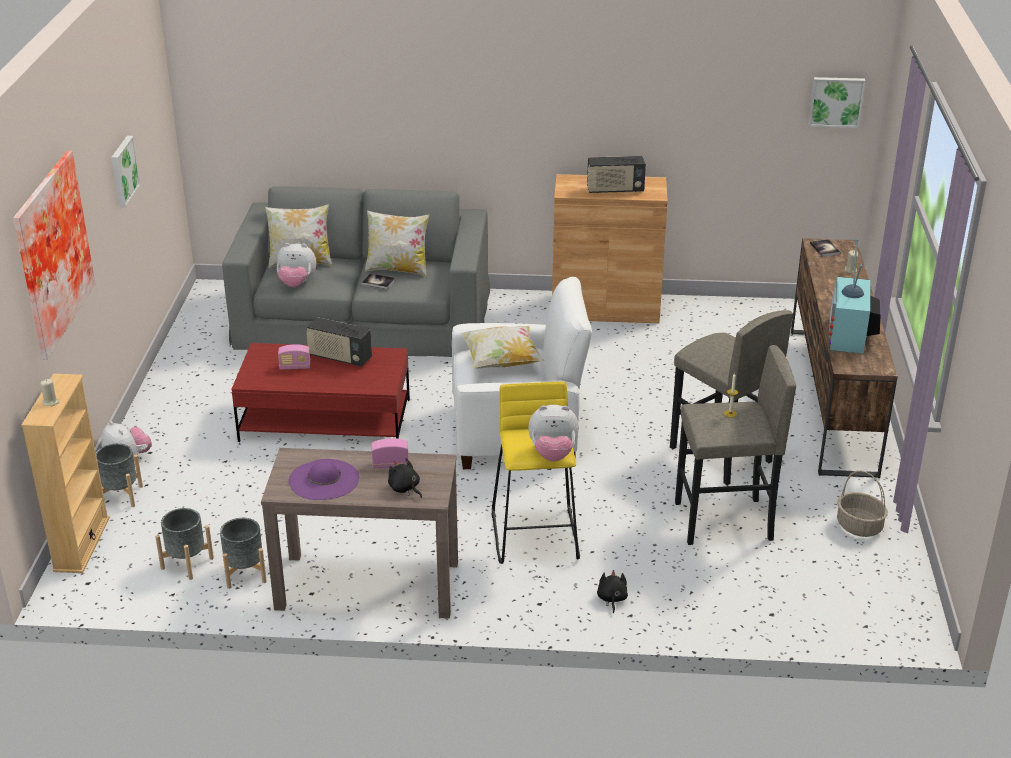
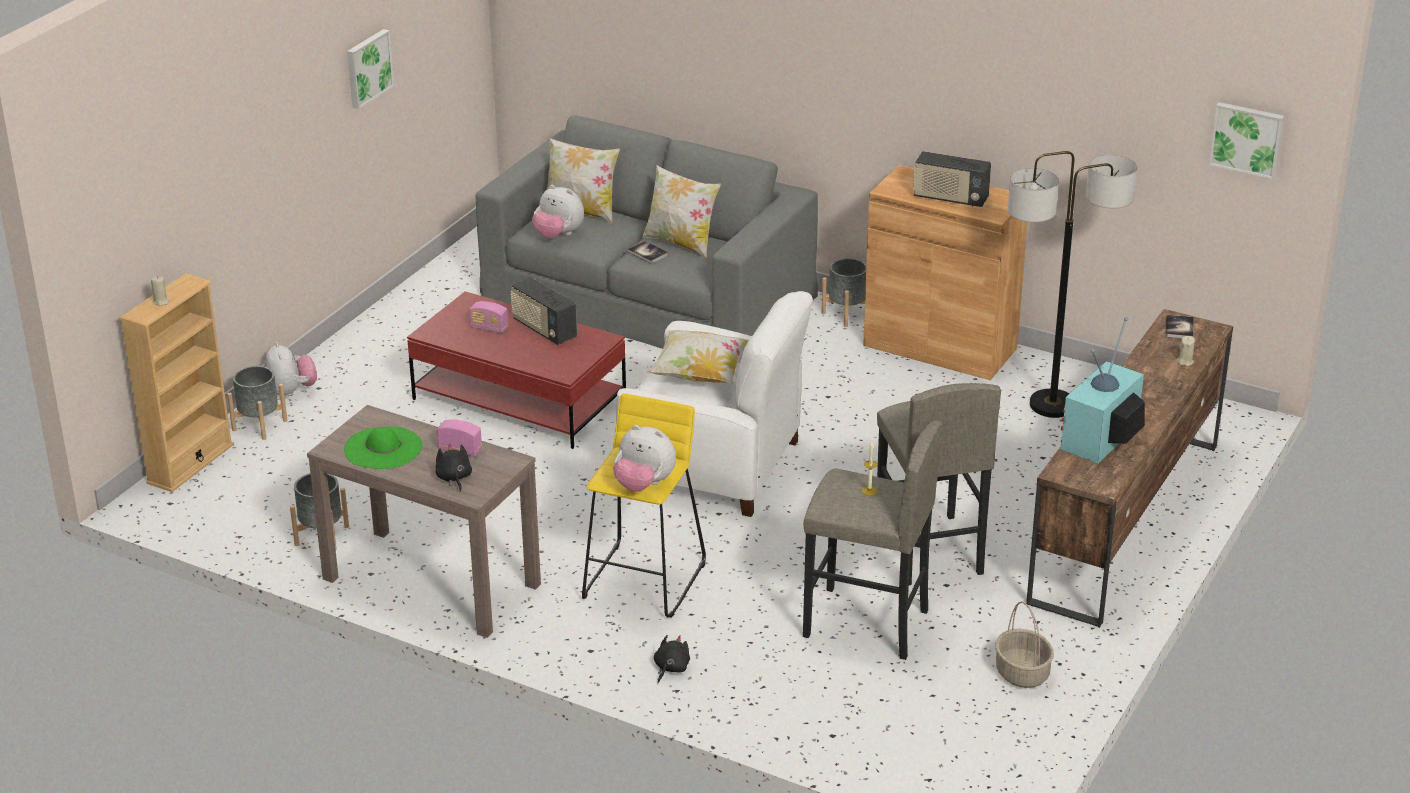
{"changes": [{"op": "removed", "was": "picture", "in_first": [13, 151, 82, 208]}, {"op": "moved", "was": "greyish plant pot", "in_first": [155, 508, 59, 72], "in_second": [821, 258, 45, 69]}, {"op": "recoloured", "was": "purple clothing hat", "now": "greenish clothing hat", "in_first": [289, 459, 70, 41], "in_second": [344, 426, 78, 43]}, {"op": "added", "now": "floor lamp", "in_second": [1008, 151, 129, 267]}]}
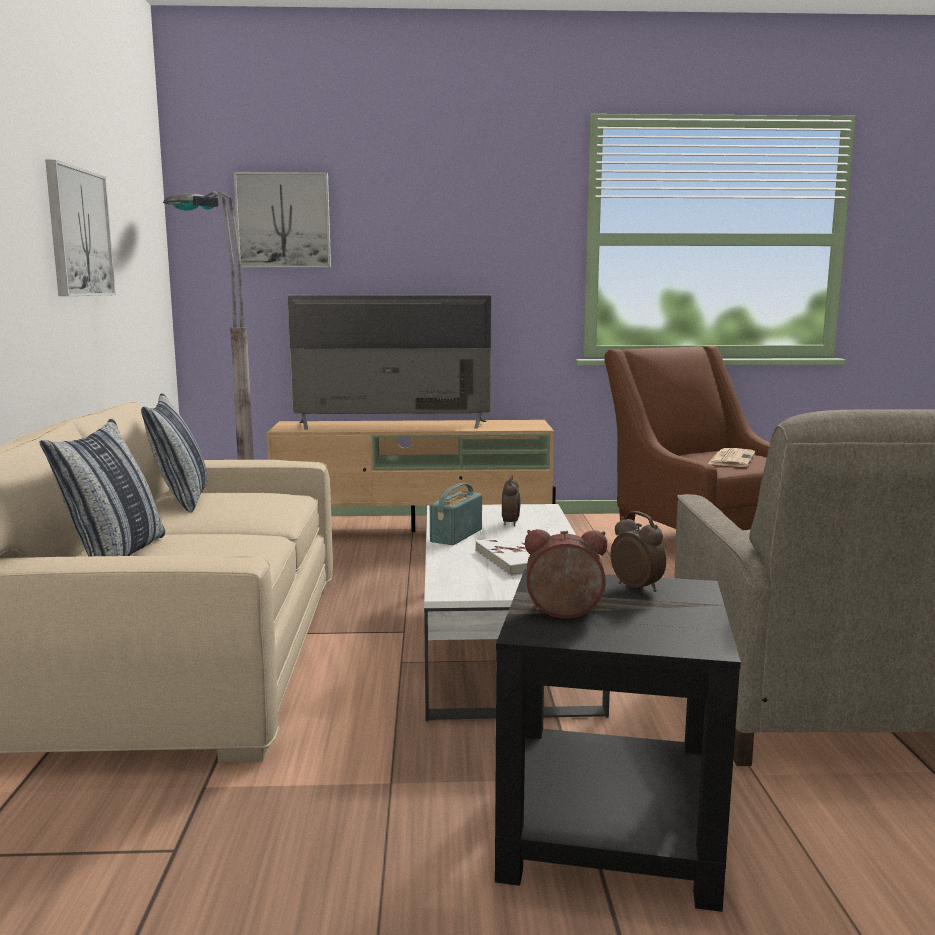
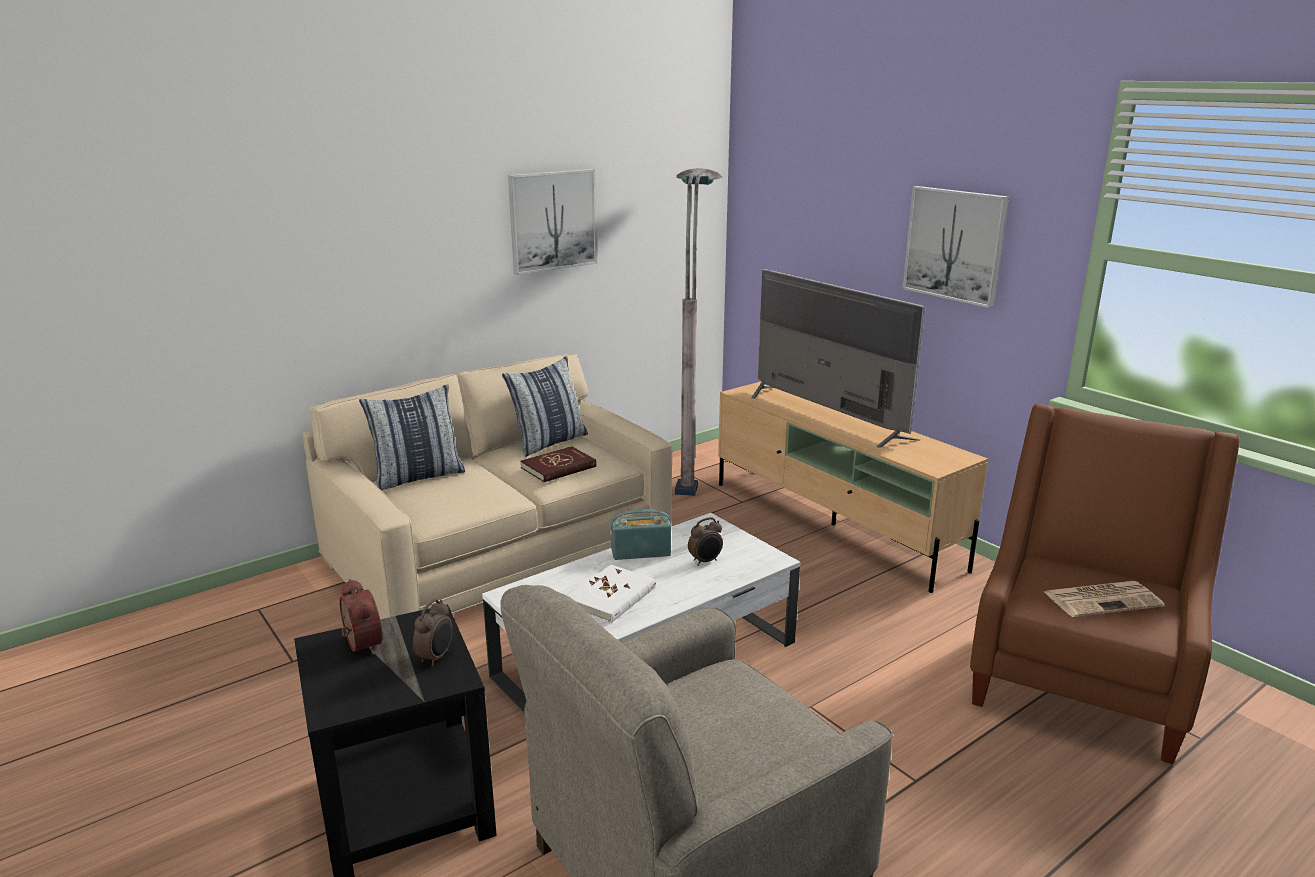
{"changes": [{"op": "moved", "was": "picture", "in_first": [233, 172, 98, 96], "in_second": [902, 186, 107, 122]}, {"op": "added", "now": "red-coloured book", "in_second": [520, 446, 76, 36]}]}
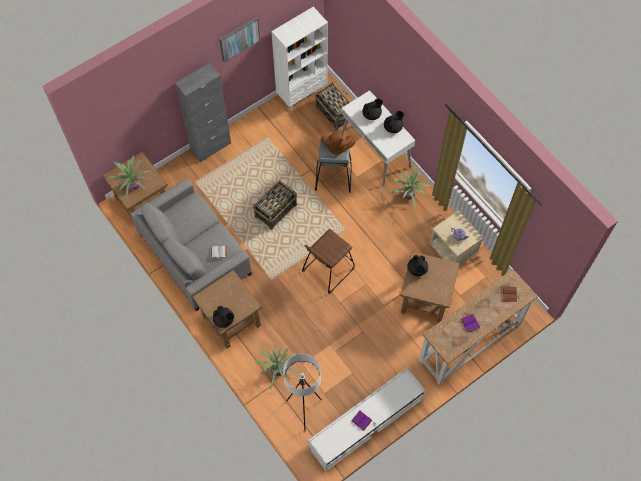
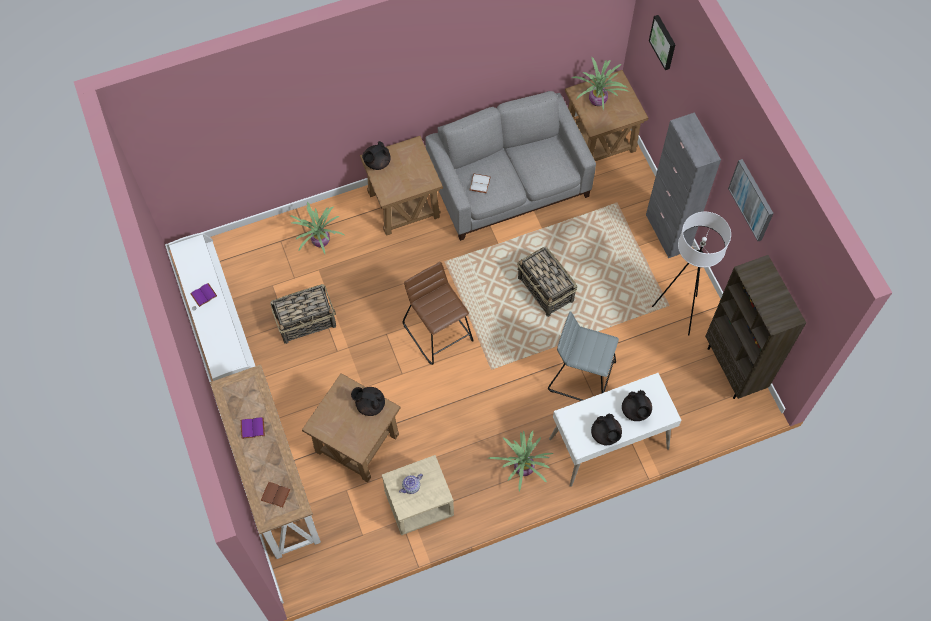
{"changes": [{"op": "recoloured", "was": "white bookcase", "now": "brownish bookcase", "in_first": [271, 7, 57, 104], "in_second": [705, 255, 101, 144]}, {"op": "moved", "was": "white floor lamp", "in_first": [283, 354, 39, 77], "in_second": [652, 212, 79, 124]}, {"op": "moved", "was": "household basket", "in_first": [315, 82, 35, 49], "in_second": [270, 284, 66, 60]}, {"op": "removed", "was": "brownish plush toy", "in_first": [321, 131, 35, 25]}, {"op": "added", "now": "picture", "in_second": [649, 15, 27, 55]}]}
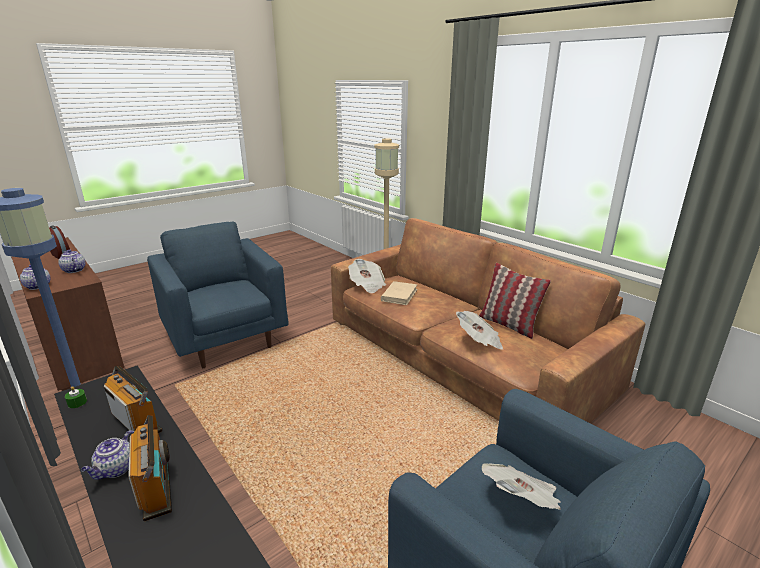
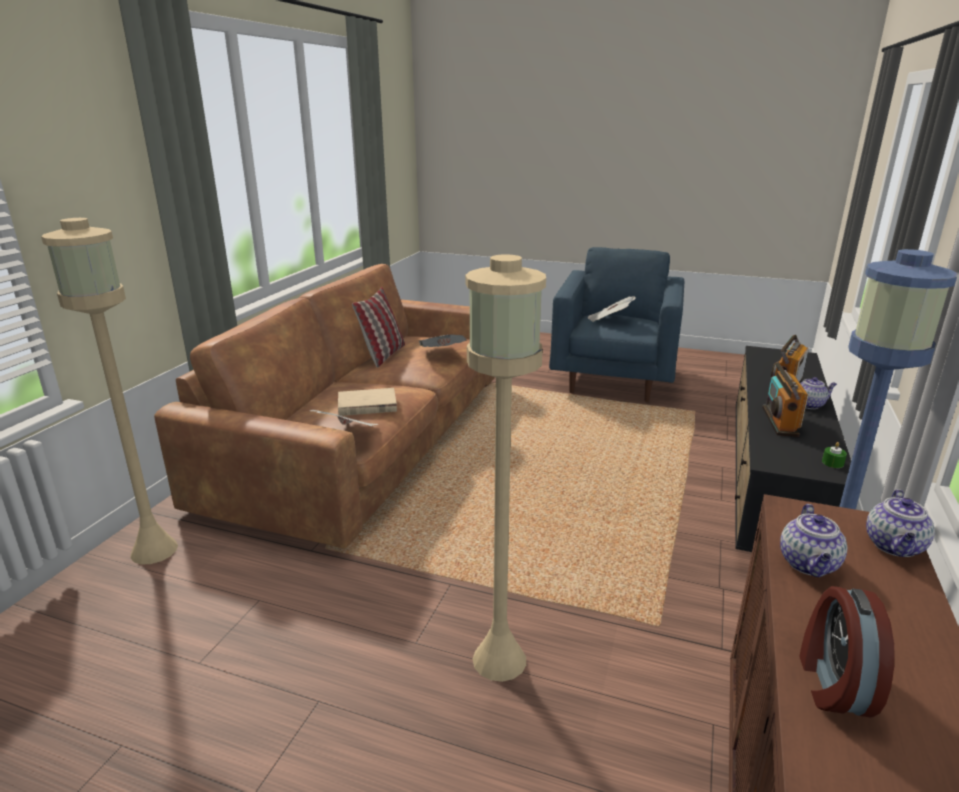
{"changes": [{"op": "replaced", "was": "bluish lounge chair", "now": "beige-coloured floor lamp", "in_first": [147, 221, 142, 147], "in_second": [465, 254, 81, 428]}]}
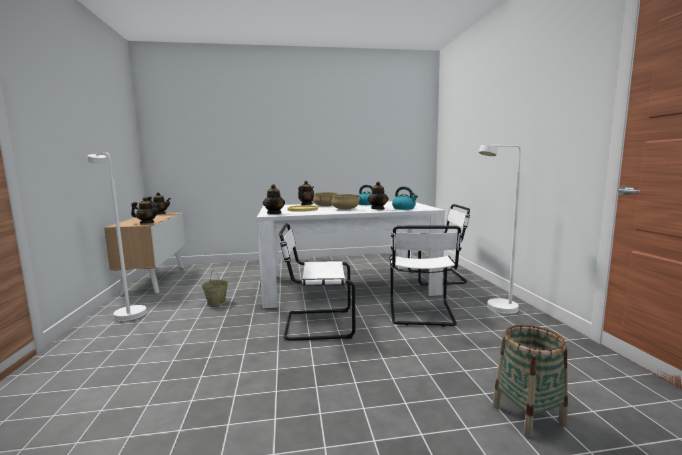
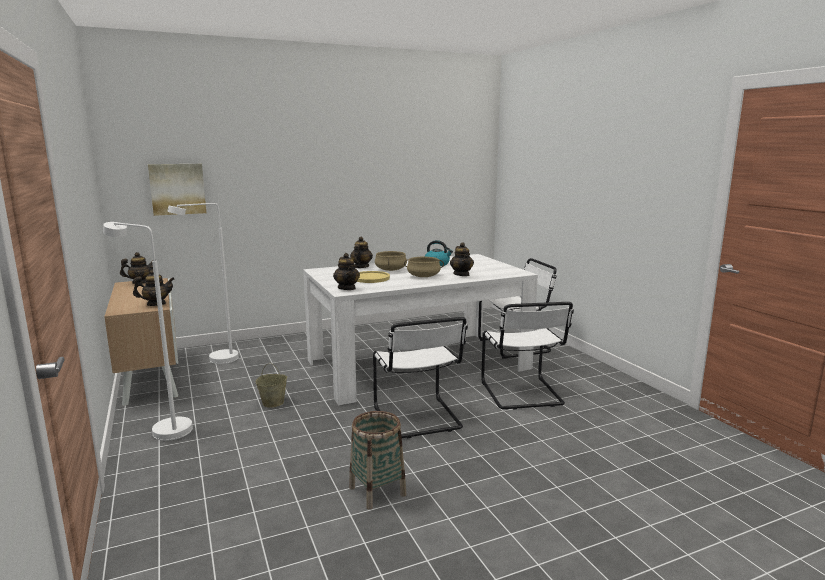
{"changes": [{"op": "turned", "was": "white upright chair", "in_first": [279, 223, 77, 118], "in_second": [373, 317, 95, 121], "clockwise": -90}, {"op": "removed", "was": "tea kettle", "in_first": [392, 186, 26, 24]}, {"op": "moved", "was": "white floor lamp", "in_first": [479, 145, 42, 169], "in_second": [167, 203, 72, 161]}, {"op": "moved", "was": "household basket", "in_first": [492, 325, 76, 113], "in_second": [349, 411, 58, 98]}, {"op": "added", "now": "picture", "in_second": [148, 164, 58, 52]}]}
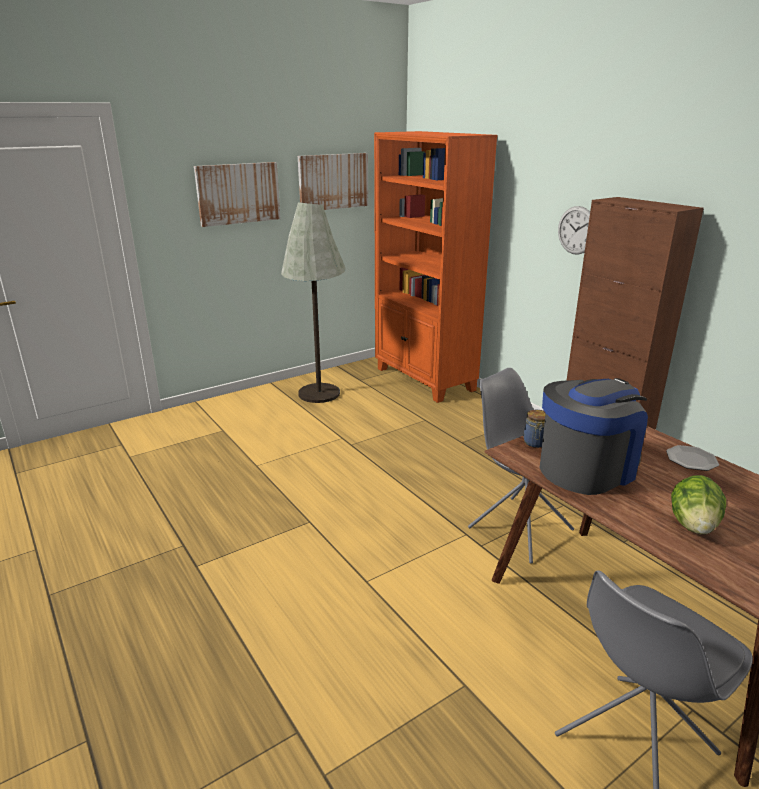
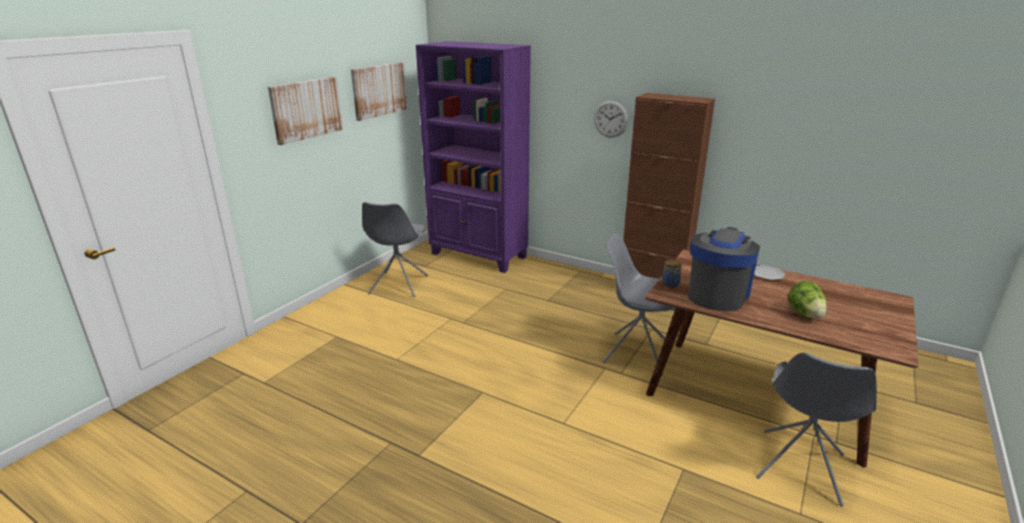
{"changes": [{"op": "replaced", "was": "greyish floor lamp", "now": "greyish upright chair", "in_first": [281, 202, 65, 201], "in_second": [362, 202, 67, 95]}, {"op": "recoloured", "was": "orangey bookcase", "now": "purple bookcase", "in_first": [374, 131, 124, 272], "in_second": [416, 41, 115, 232]}]}
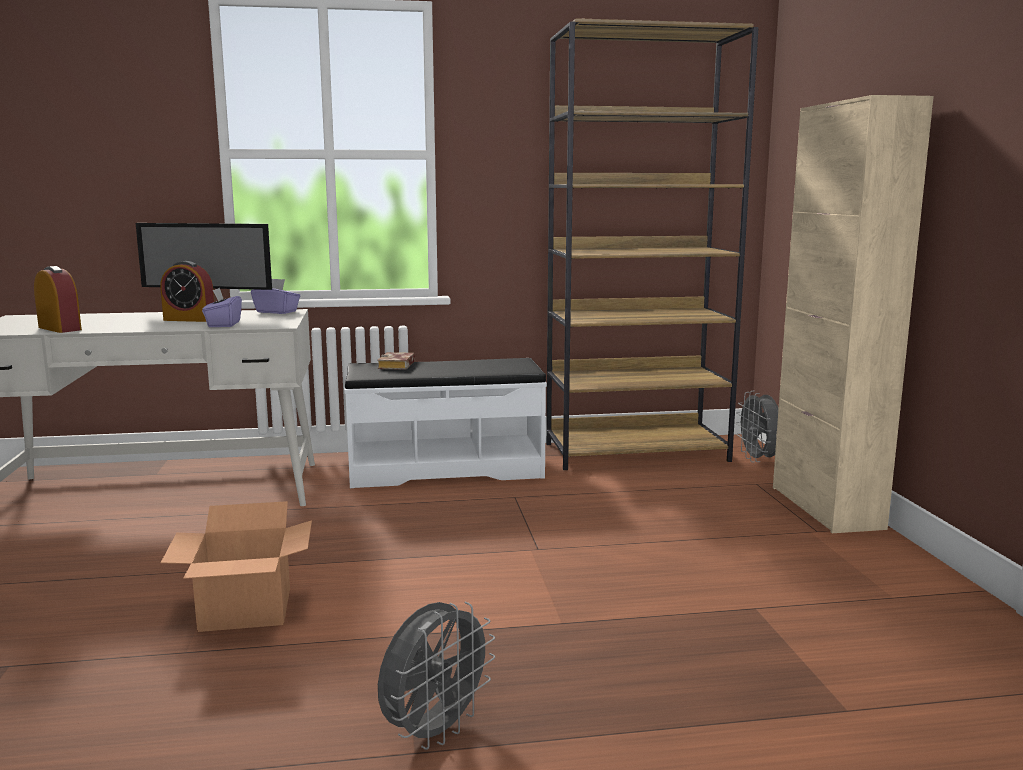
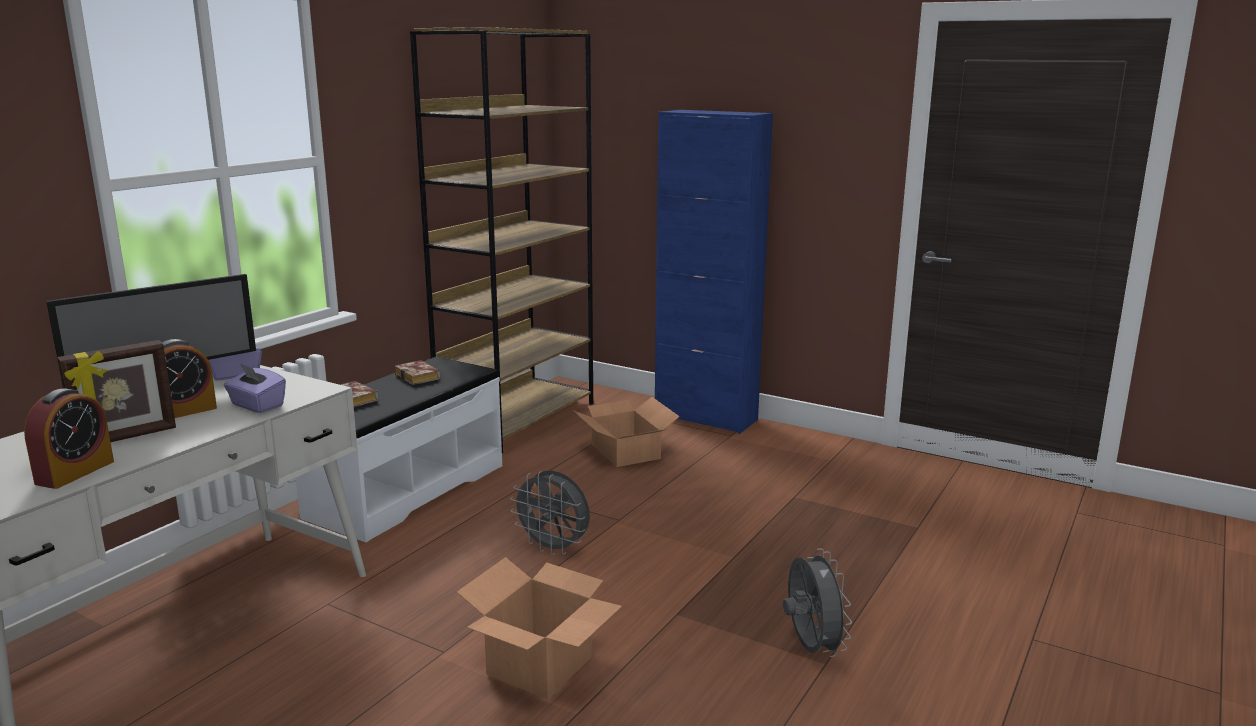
{"changes": [{"op": "turned", "was": "bedside clock", "in_first": [34, 266, 48, 67], "in_second": [24, 388, 90, 101], "clockwise": 120}, {"op": "moved", "was": "greyish electric fan", "in_first": [736, 391, 43, 71], "in_second": [510, 471, 80, 84]}, {"op": "recoloured", "was": "beige-coloured storage cabinet", "now": "bluish storage cabinet", "in_first": [773, 95, 161, 438], "in_second": [655, 110, 118, 324]}, {"op": "added", "now": "photo frame", "in_second": [57, 340, 119, 102]}, {"op": "added", "now": "book", "in_second": [394, 360, 46, 25]}, {"op": "added", "now": "carton", "in_second": [573, 397, 107, 70]}]}
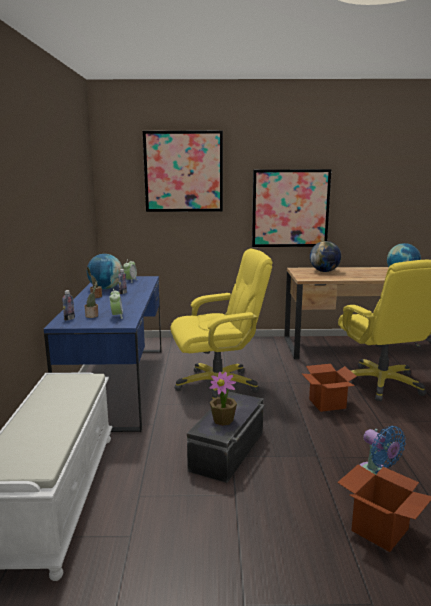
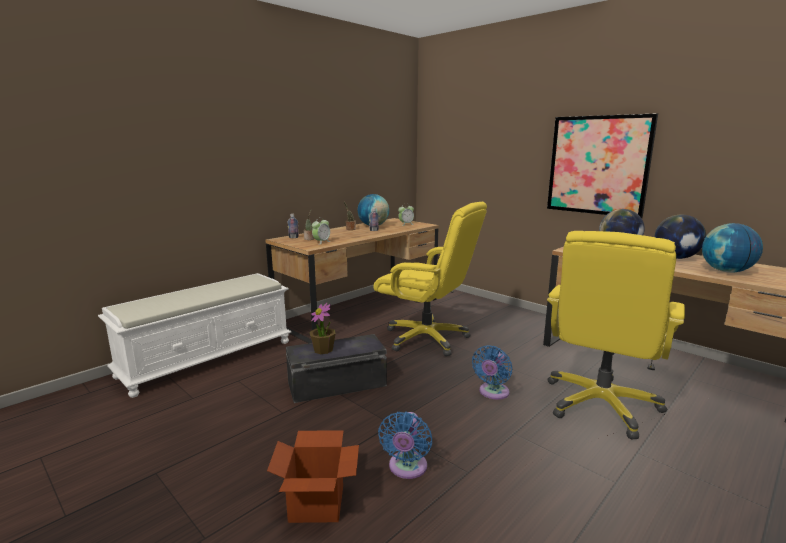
{"changes": [{"op": "recoloured", "was": "bluish desk", "now": "brownish desk", "in_first": [44, 276, 118, 156], "in_second": [265, 218, 174, 125]}, {"op": "removed", "was": "picture", "in_first": [143, 131, 80, 81]}, {"op": "replaced", "was": "carton", "now": "bluish electric fan", "in_first": [302, 364, 55, 48], "in_second": [472, 345, 40, 54]}, {"op": "added", "now": "world globe", "in_second": [654, 215, 52, 44]}]}
